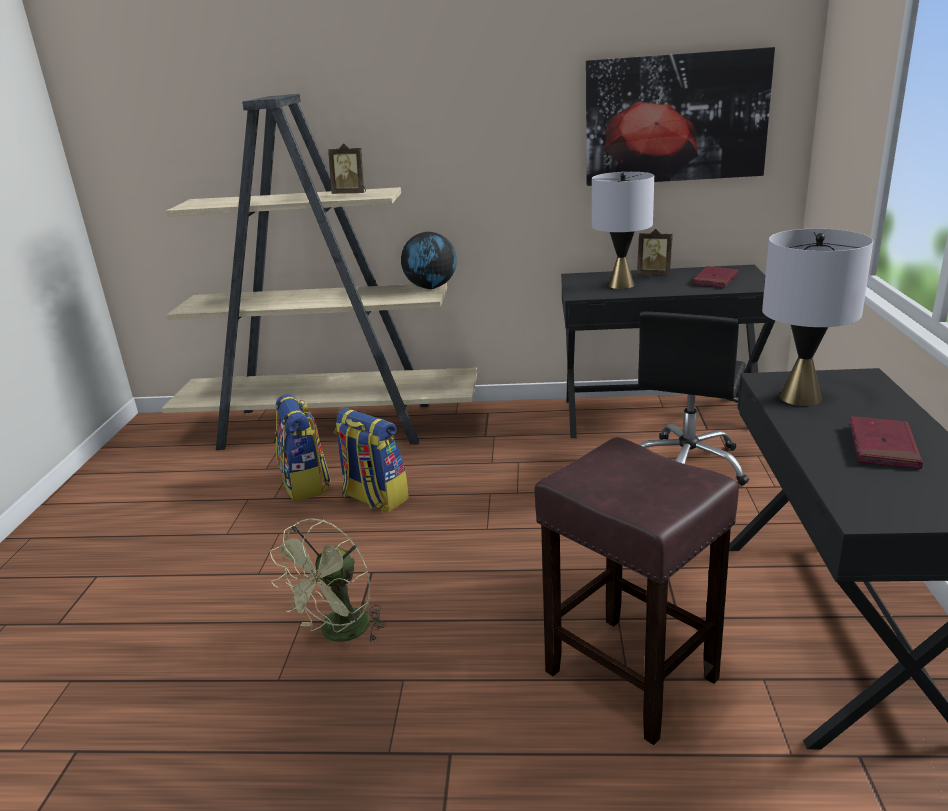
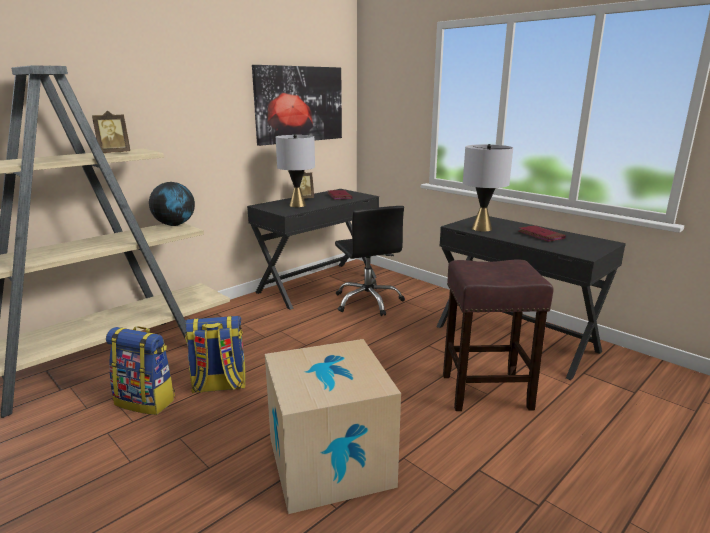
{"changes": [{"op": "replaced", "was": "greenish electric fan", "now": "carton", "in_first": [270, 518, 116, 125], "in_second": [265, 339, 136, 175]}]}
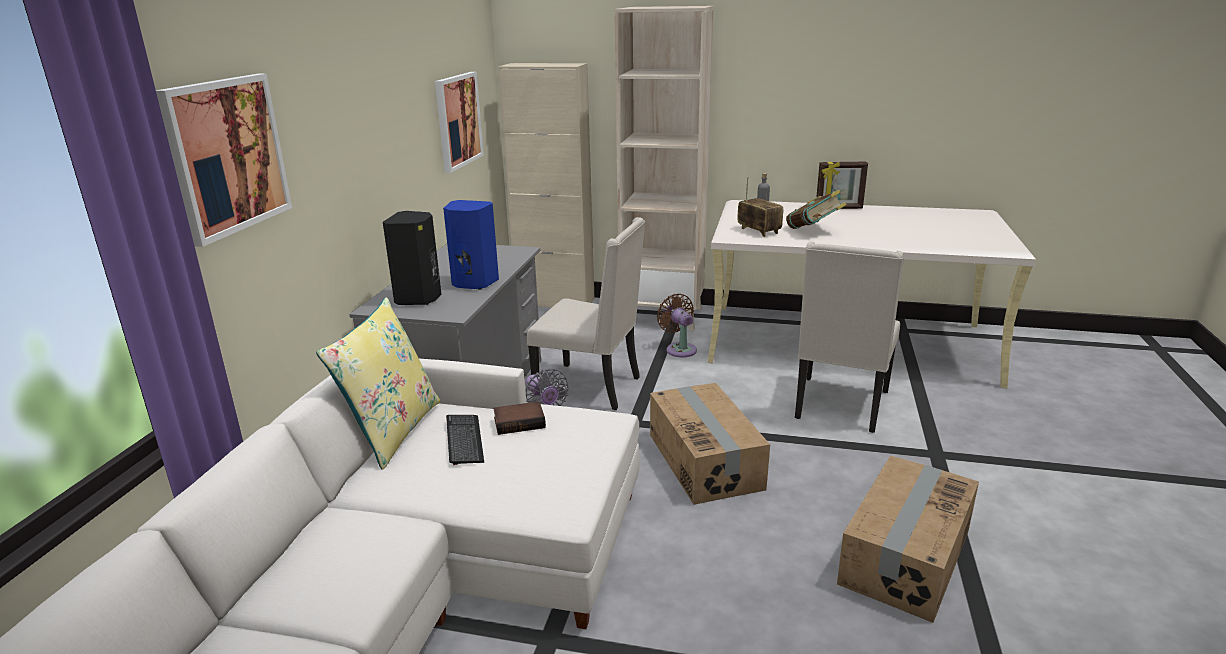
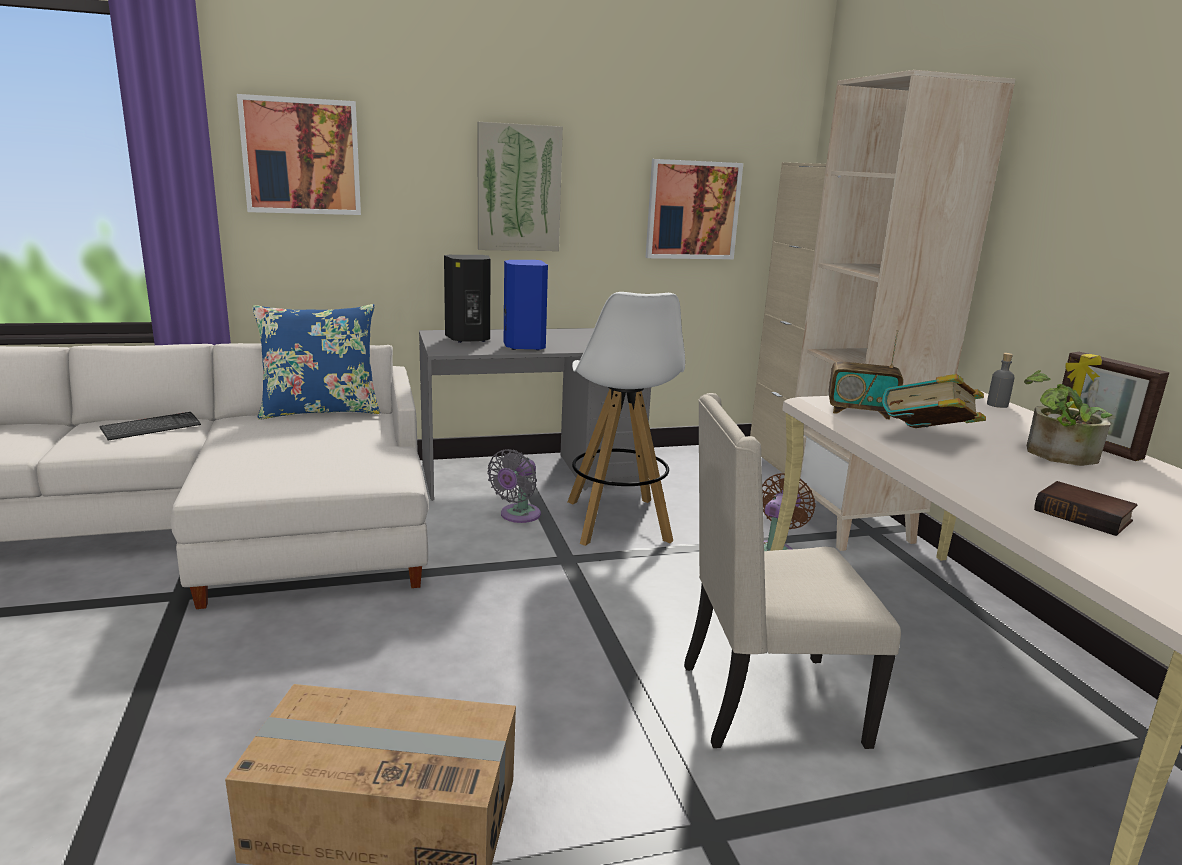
{"changes": [{"op": "recoloured", "was": "yellow-coloured throw pillow", "now": "bluish throw pillow", "in_first": [316, 297, 124, 173], "in_second": [252, 304, 128, 116]}, {"op": "moved", "was": "computer keyboard", "in_first": [446, 415, 38, 50], "in_second": [100, 412, 101, 28]}, {"op": "moved", "was": "book", "in_first": [493, 401, 53, 34], "in_second": [1034, 481, 104, 55]}, {"op": "replaced", "was": "beige-coloured upright chair", "now": "white stool", "in_first": [527, 217, 118, 193], "in_second": [568, 292, 117, 254]}, {"op": "removed", "was": "carton", "in_first": [650, 383, 120, 122]}, {"op": "turned", "was": "radio receiver", "in_first": [737, 177, 46, 60], "in_second": [829, 330, 74, 90], "clockwise": 75}, {"op": "added", "now": "picture", "in_second": [478, 122, 85, 129]}, {"op": "added", "now": "houseplant", "in_second": [1024, 370, 88, 96]}]}
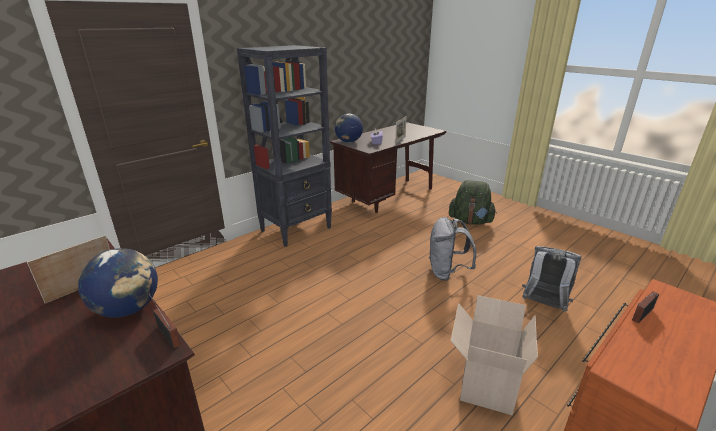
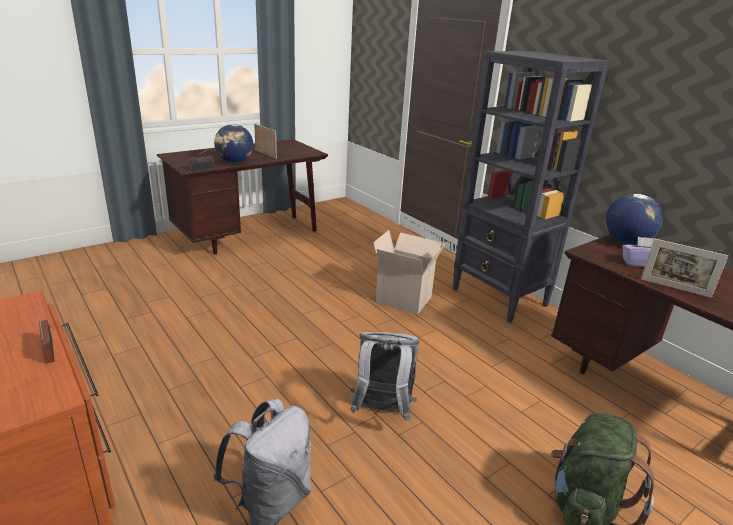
{"changes": [{"op": "moved", "was": "carton", "in_first": [451, 295, 87, 120], "in_second": [373, 230, 72, 85]}]}
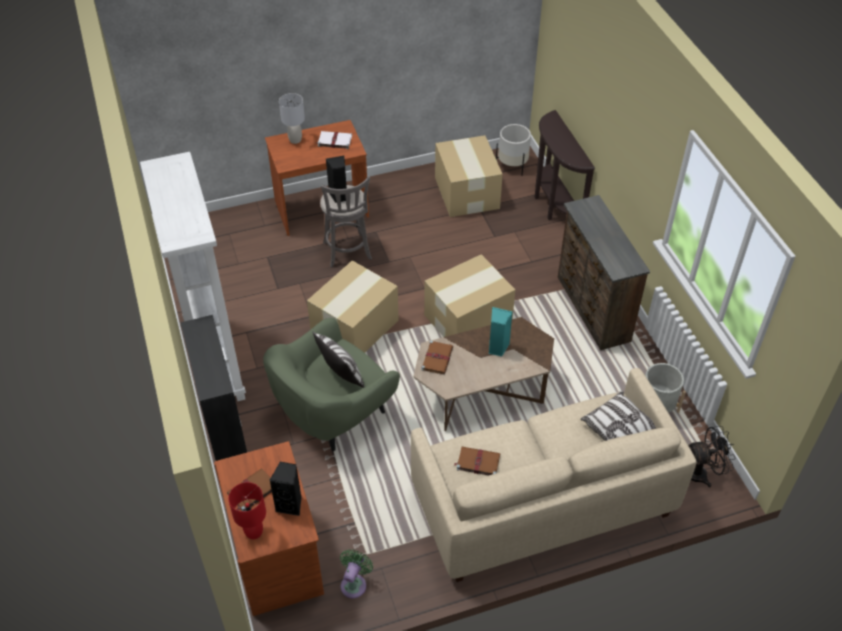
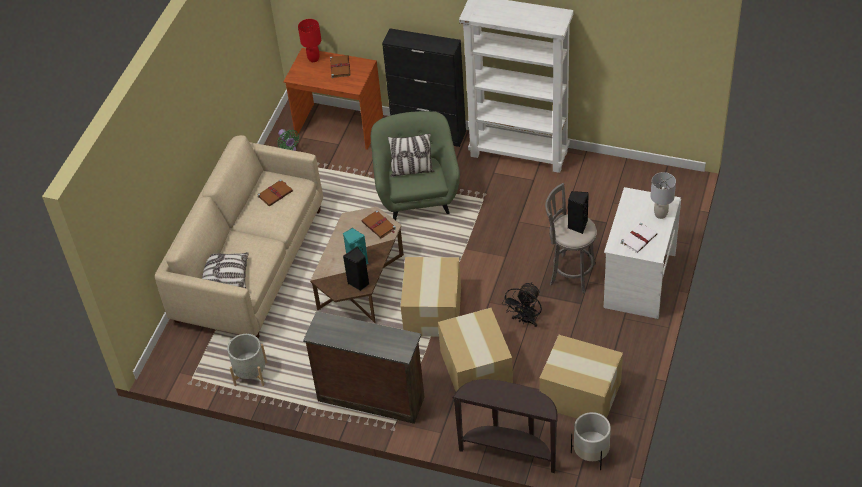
{"changes": [{"op": "recoloured", "was": "brownish desk", "now": "white desk", "in_first": [265, 120, 104, 116], "in_second": [604, 187, 77, 132]}, {"op": "moved", "was": "black loudspeaker", "in_first": [269, 462, 33, 54], "in_second": [343, 246, 26, 45]}, {"op": "moved", "was": "carton", "in_first": [307, 260, 92, 93], "in_second": [438, 308, 75, 83]}, {"op": "moved", "was": "black electric fan", "in_first": [688, 426, 48, 61], "in_second": [502, 282, 40, 45]}]}
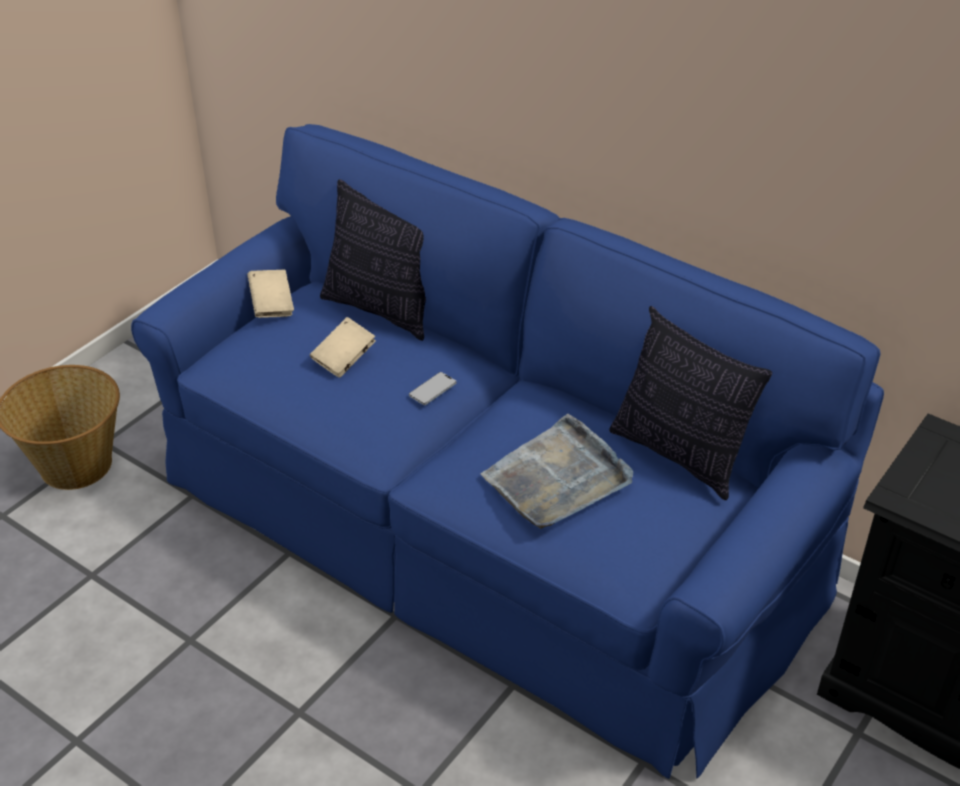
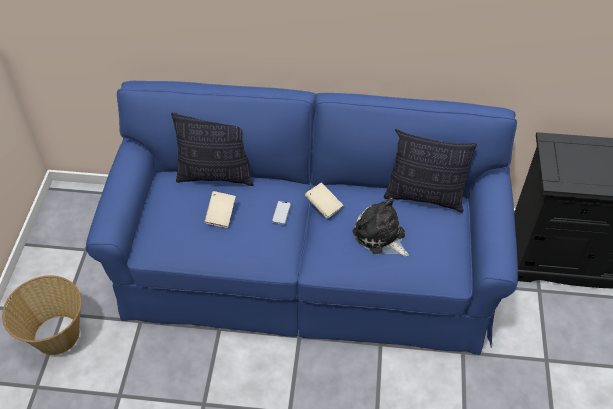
{"changes": [{"op": "moved", "was": "beige-coloured book", "in_first": [247, 270, 47, 48], "in_second": [305, 183, 38, 36]}, {"op": "replaced", "was": "greyish serving tray", "now": "plush toy", "in_first": [481, 414, 152, 115], "in_second": [353, 197, 56, 59]}]}
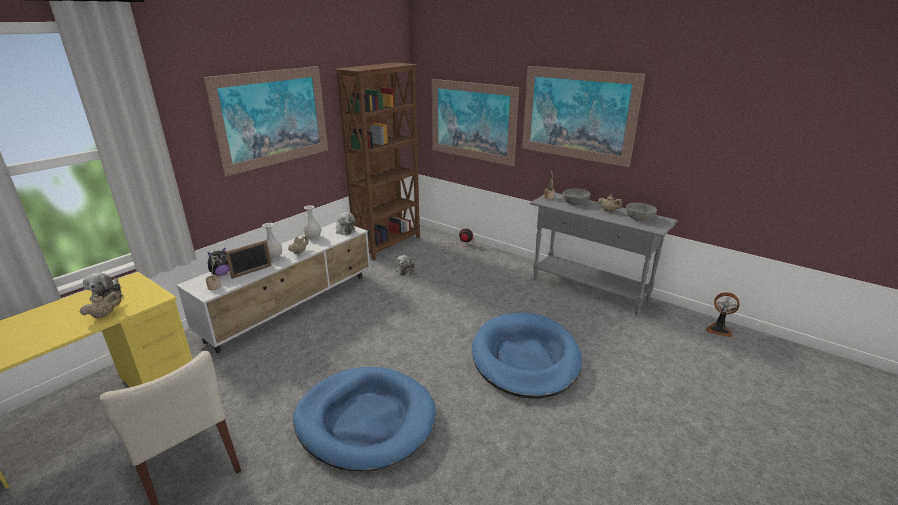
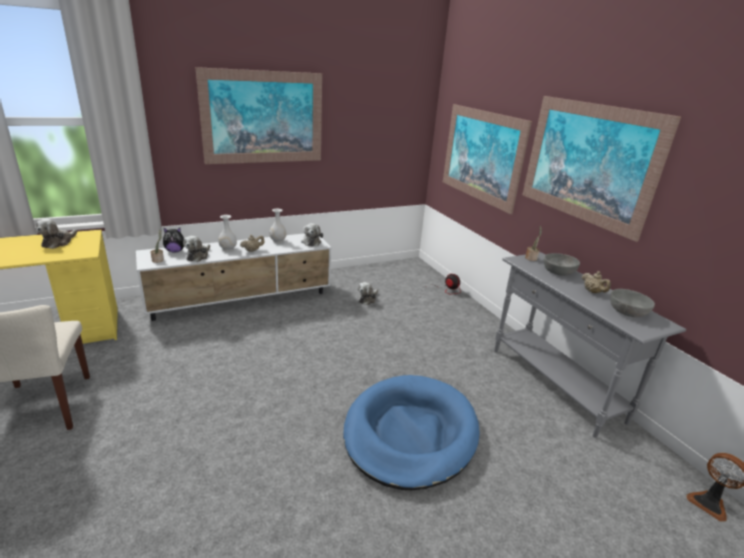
{"changes": [{"op": "removed", "was": "beige-coloured tea pot", "in_first": [80, 292, 41, 27]}, {"op": "replaced", "was": "photo frame", "now": "plush toy", "in_first": [225, 240, 47, 39], "in_second": [183, 236, 27, 26]}, {"op": "removed", "was": "bluish dog cushion", "in_first": [293, 367, 143, 104]}, {"op": "removed", "was": "brownish bookcase", "in_first": [334, 63, 86, 197]}]}
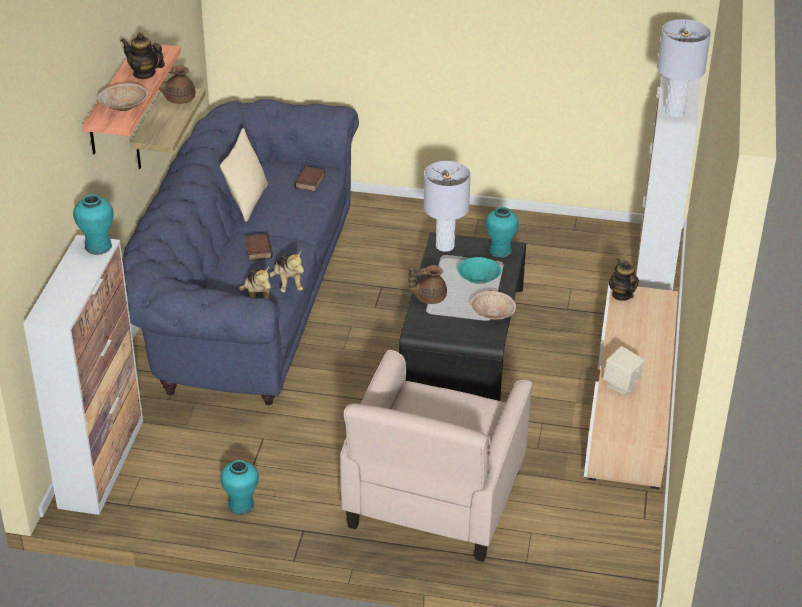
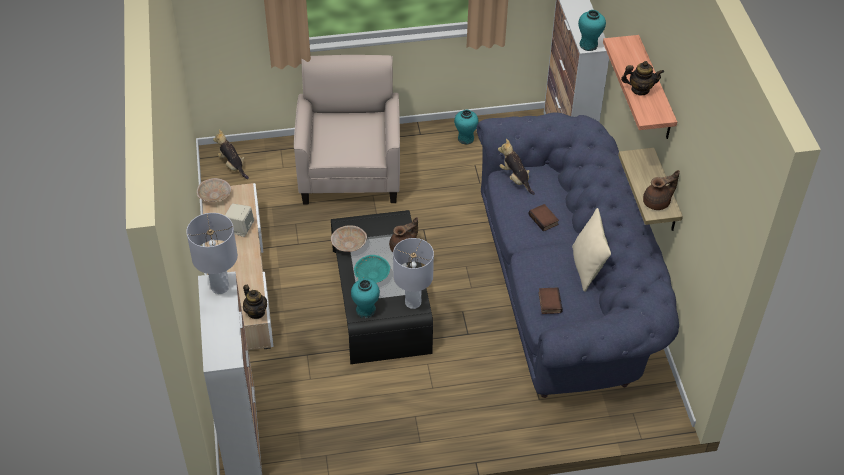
{"changes": [{"op": "moved", "was": "beige-coloured deep dish", "in_first": [97, 83, 51, 28], "in_second": [197, 178, 34, 24]}, {"op": "moved", "was": "plush toy", "in_first": [270, 251, 34, 41], "in_second": [213, 129, 36, 50]}]}
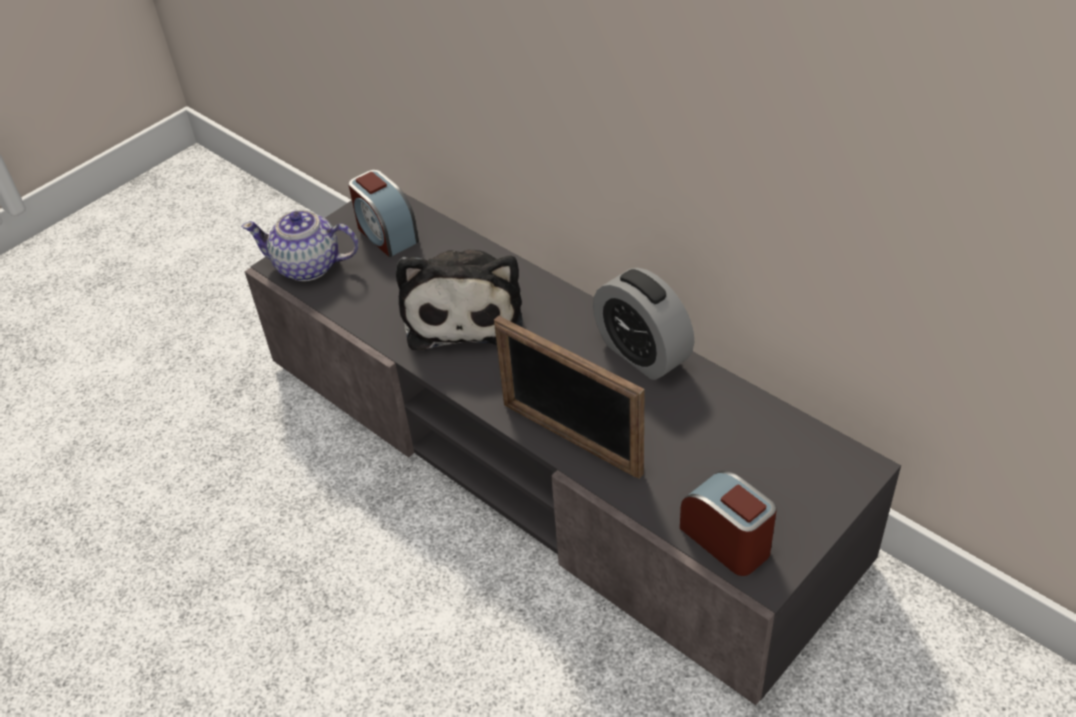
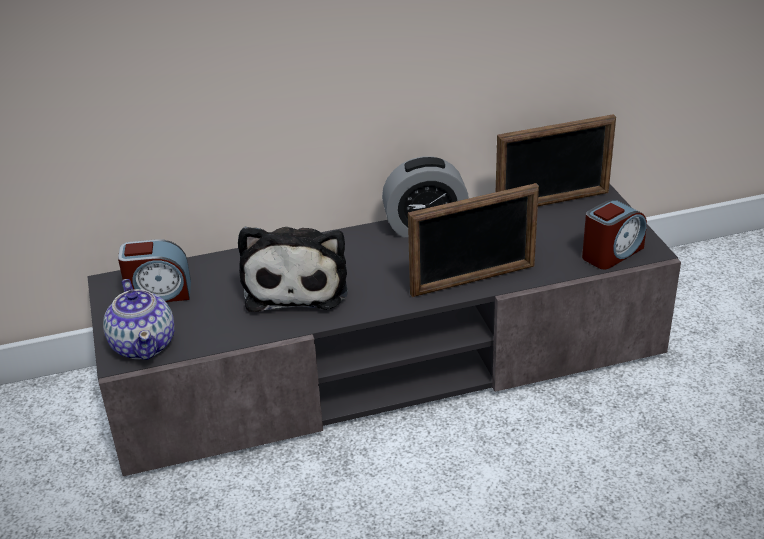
{"changes": [{"op": "turned", "was": "tea pot", "in_first": [242, 210, 117, 71], "in_second": [103, 279, 71, 81], "clockwise": -60}, {"op": "turned", "was": "plush toy", "in_first": [396, 249, 127, 101], "in_second": [238, 226, 110, 86], "clockwise": 60}, {"op": "turned", "was": "bedside clock", "in_first": [680, 471, 97, 105], "in_second": [582, 200, 65, 69], "clockwise": 150}, {"op": "added", "now": "photo frame", "in_second": [496, 114, 120, 92]}]}
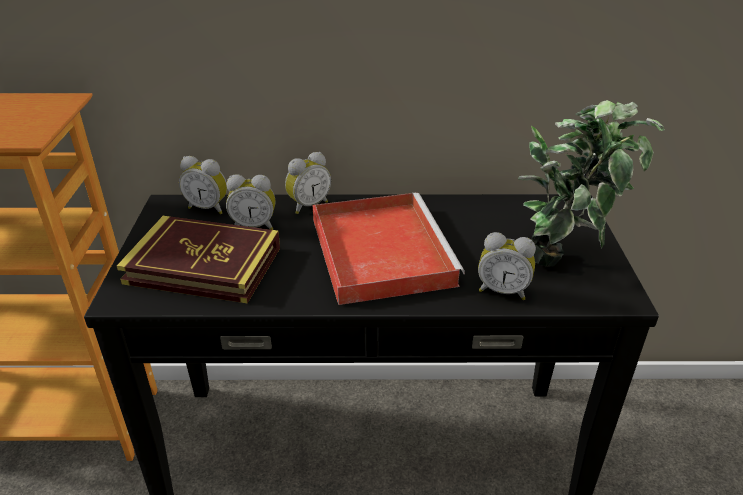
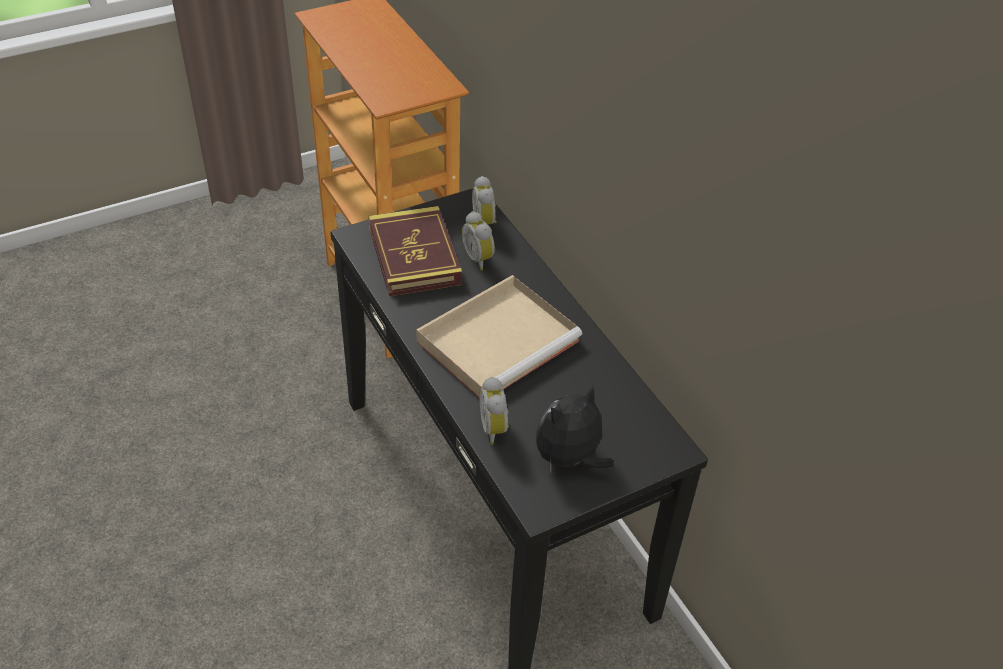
{"changes": [{"op": "removed", "was": "bedside clock", "in_first": [285, 152, 46, 62]}, {"op": "recoloured", "was": "red-coloured serving tray", "now": "beige-coloured serving tray", "in_first": [313, 193, 152, 112], "in_second": [416, 275, 166, 123]}, {"op": "replaced", "was": "houseplant", "now": "plush toy", "in_first": [518, 100, 147, 167], "in_second": [536, 384, 78, 89]}]}
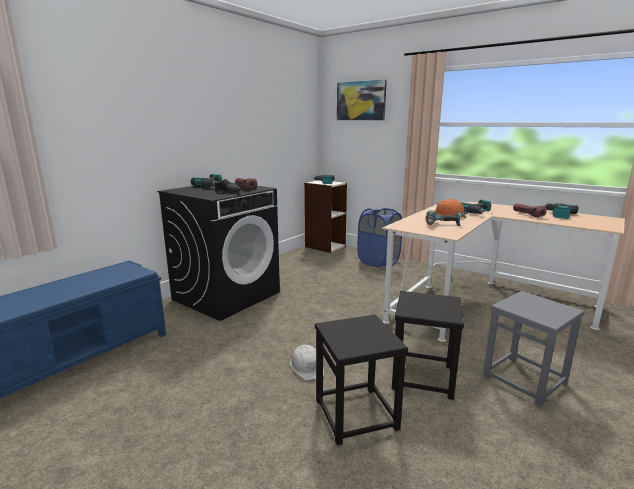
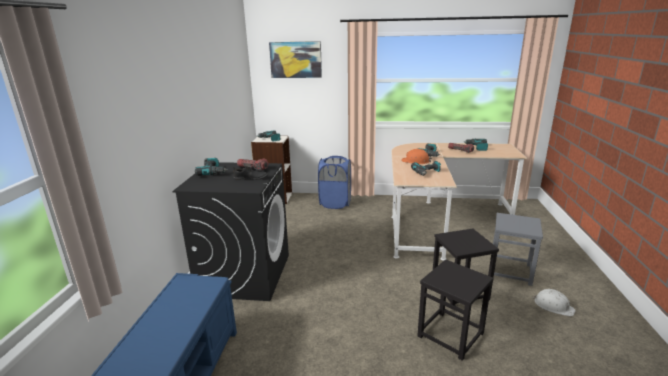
{"changes": [{"op": "moved", "was": "white safety helmet", "in_first": [290, 345, 34, 35], "in_second": [533, 289, 43, 27]}]}
